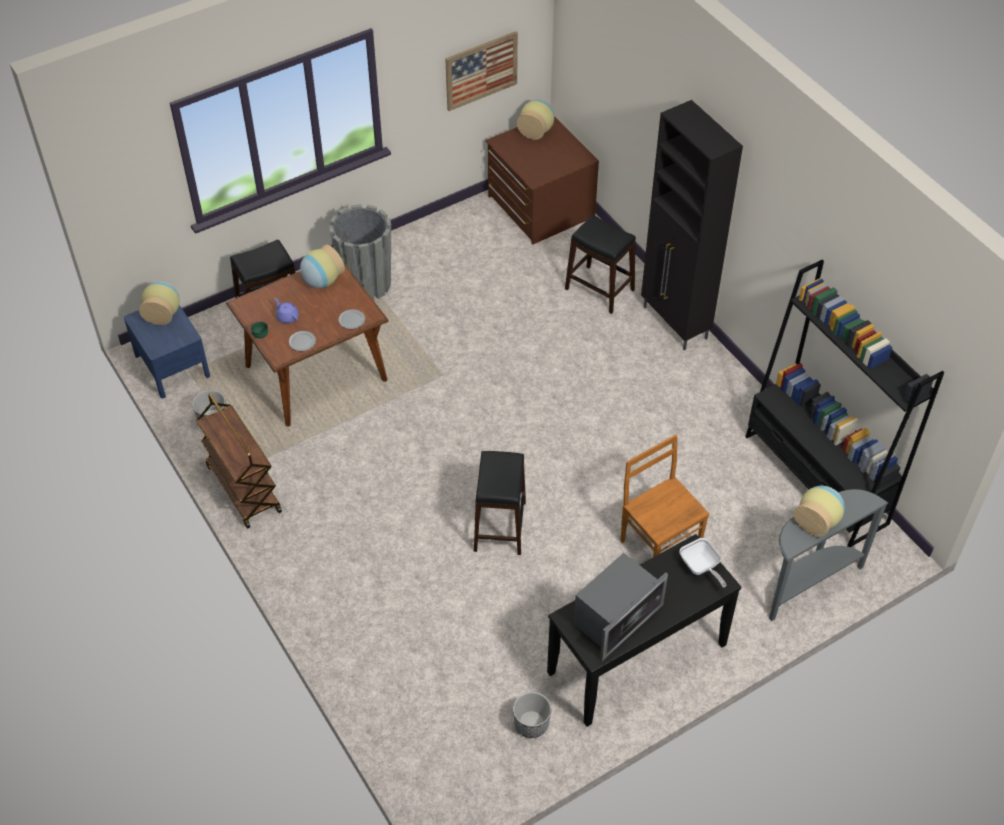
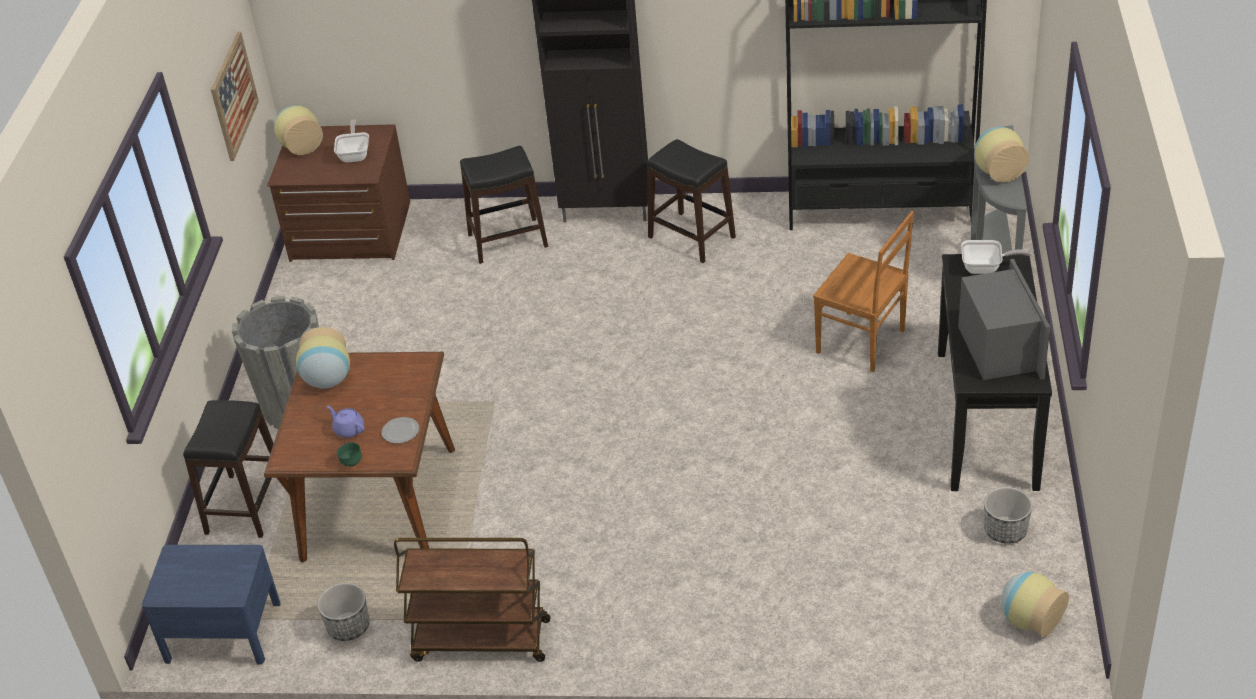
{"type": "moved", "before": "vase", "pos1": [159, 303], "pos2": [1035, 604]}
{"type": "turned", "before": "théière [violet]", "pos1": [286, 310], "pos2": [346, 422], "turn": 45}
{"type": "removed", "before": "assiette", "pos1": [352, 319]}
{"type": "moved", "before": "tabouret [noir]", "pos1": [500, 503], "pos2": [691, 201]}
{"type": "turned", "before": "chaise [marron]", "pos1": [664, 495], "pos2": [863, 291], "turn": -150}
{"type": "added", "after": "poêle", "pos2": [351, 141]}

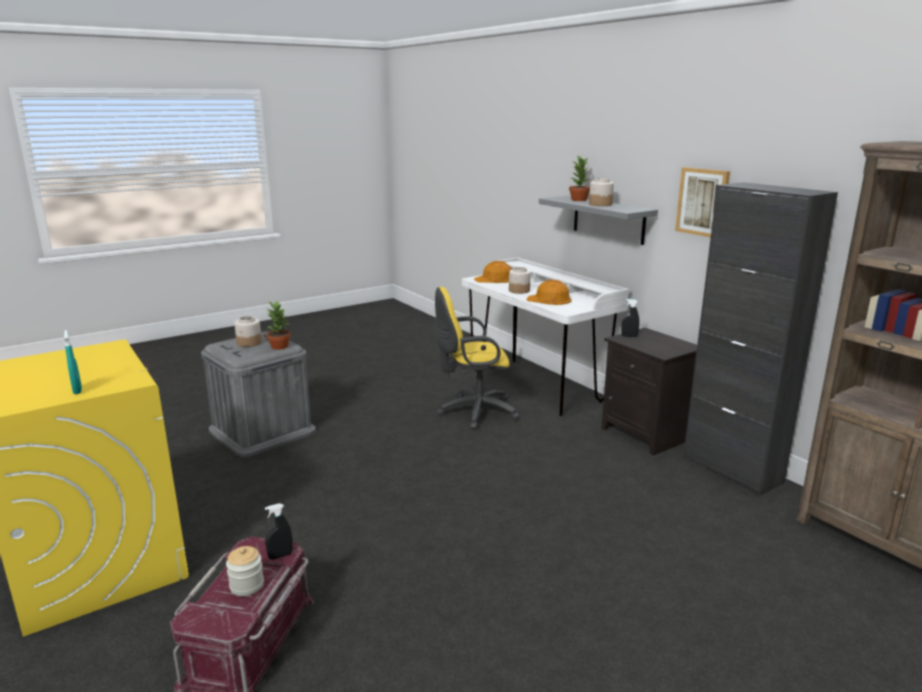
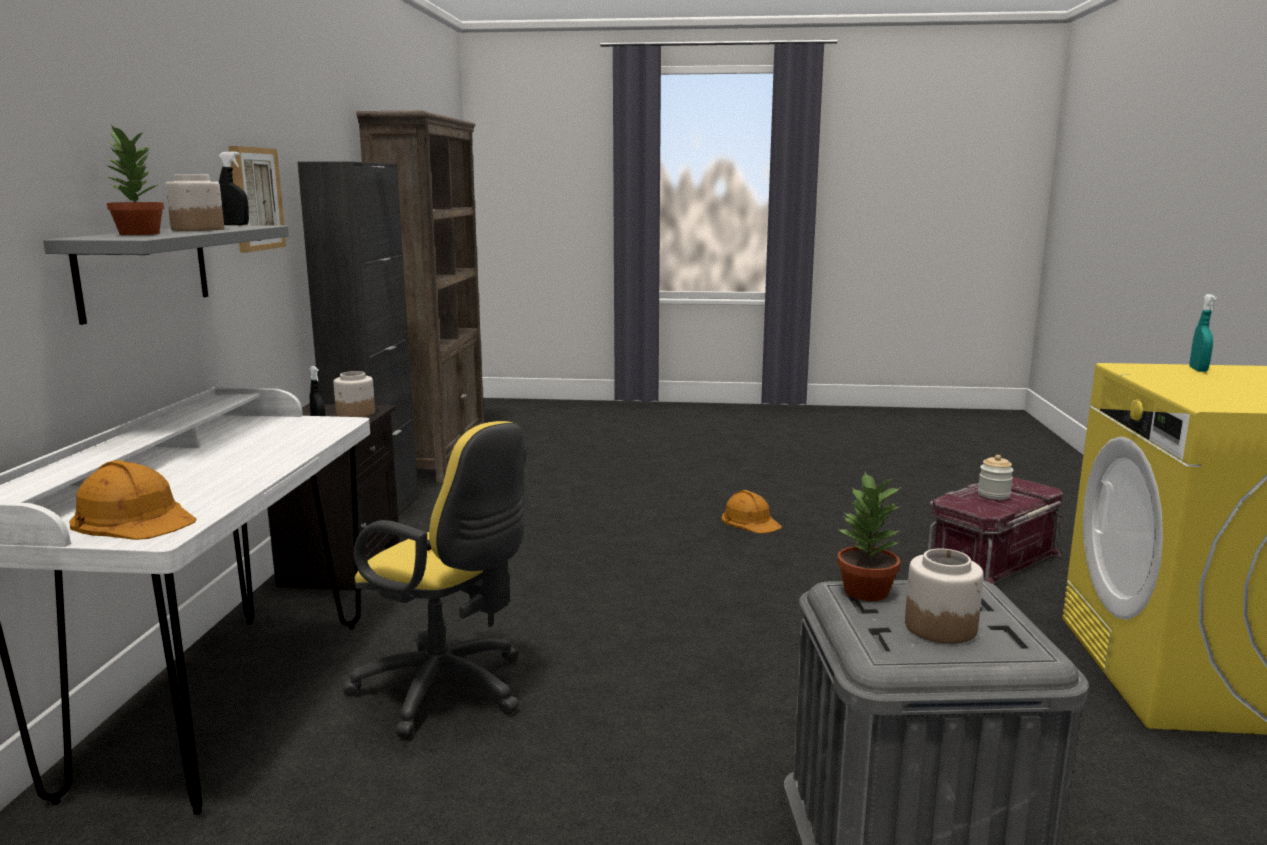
{"type": "moved", "before": "vaporisateur [noir]", "pos1": [279, 531], "pos2": [233, 188]}
{"type": "moved", "before": "bocal", "pos1": [520, 280], "pos2": [354, 394]}
{"type": "moved", "before": "casque de chantier [orange]", "pos1": [549, 292], "pos2": [751, 512]}

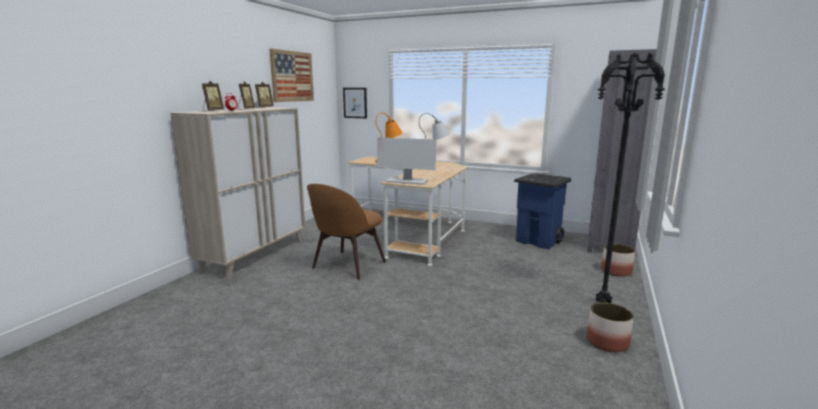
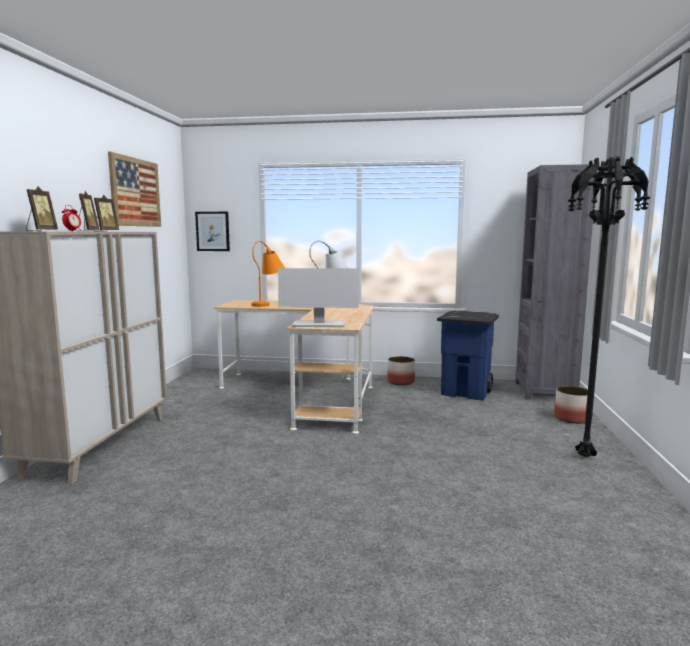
{"type": "removed", "before": "chaise [marron]", "pos1": [346, 232]}
{"type": "moved", "before": "cache-pot", "pos1": [610, 327], "pos2": [401, 370]}

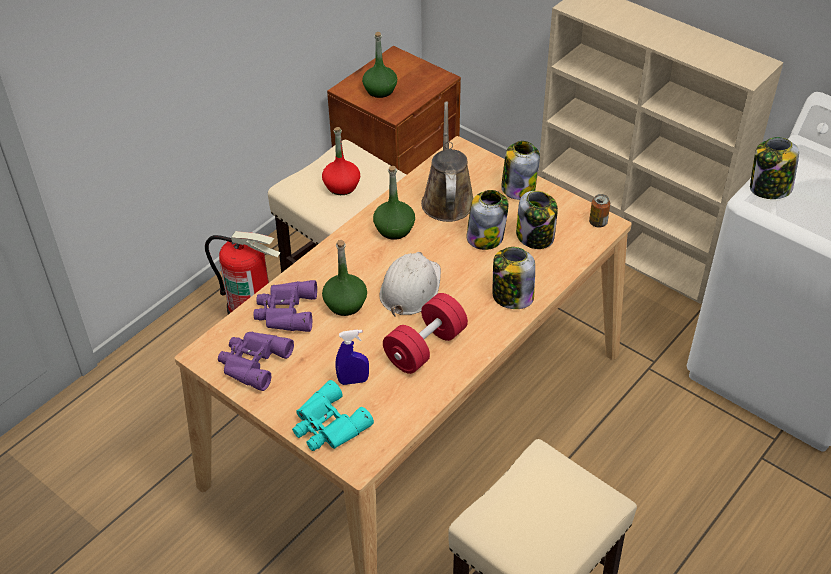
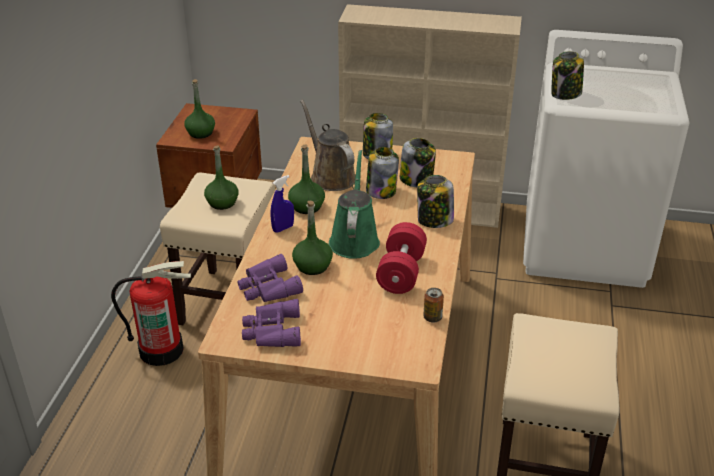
{"type": "removed", "before": "jumelles [turquoise]", "pos1": [333, 415]}
{"type": "recoloured", "before": "bouteille [rouge]", "after": "bouteille [vert]", "pos1": [341, 161], "pos2": [221, 178]}
{"type": "moved", "before": "vaporisateur [bleu]", "pos1": [352, 357], "pos2": [282, 204]}
{"type": "replaced", "before": "casque de chantier [blanc]", "after": "arrosoir [vert]", "pos1": [410, 284], "pos2": [354, 204]}
{"type": "moved", "before": "boîte métallique", "pos1": [599, 211], "pos2": [433, 305]}

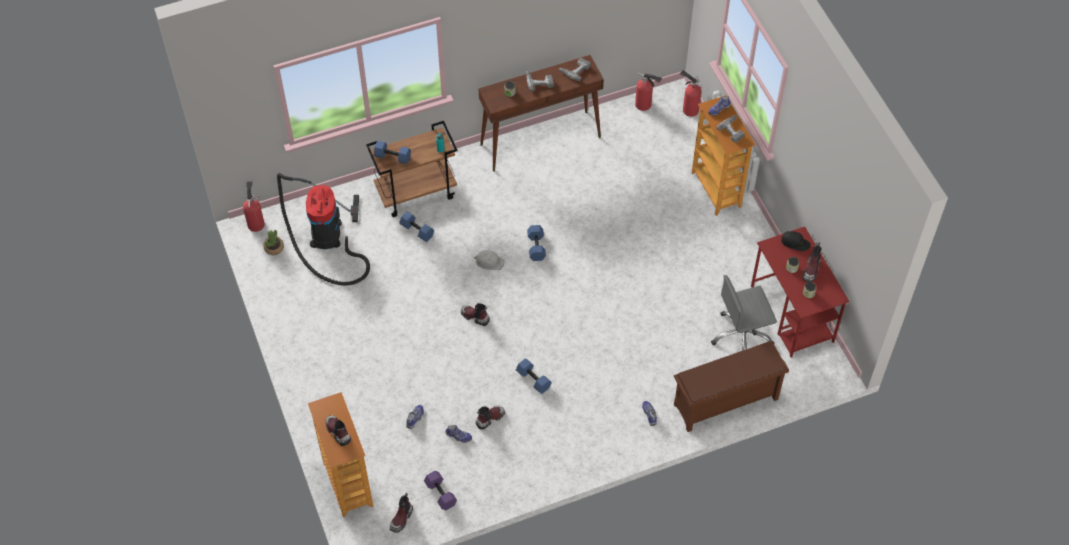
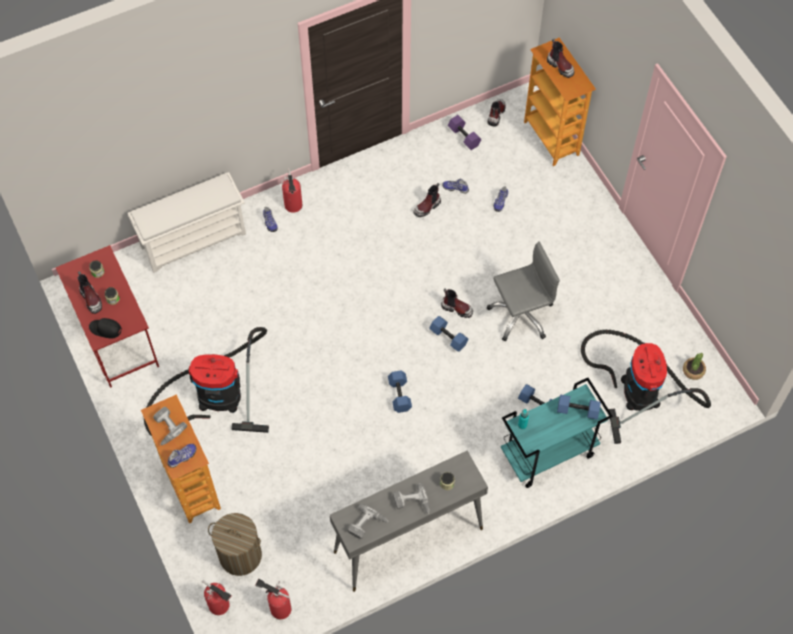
{"type": "moved", "before": "extincteur", "pos1": [254, 206], "pos2": [292, 190]}
{"type": "recoloured", "before": "chariot [marron]", "after": "chariot [turquoise]", "pos1": [411, 169], "pos2": [557, 433]}
{"type": "removed", "before": "casque de chantier [blanc]", "pos1": [489, 260]}
{"type": "recoloured", "before": "table console [marron]", "after": "table console [gris]", "pos1": [541, 113], "pos2": [409, 521]}
{"type": "moved", "before": "haltère [bleu]", "pos1": [534, 376], "pos2": [449, 334]}
{"type": "recoloured", "before": "étagère à chaussures [marron]", "after": "étagère à chaussures [blanc]", "pos1": [731, 386], "pos2": [187, 222]}
{"type": "moved", "before": "chaise de bureau [gris]", "pos1": [744, 313], "pos2": [523, 291]}
{"type": "turned", "before": "botte", "pos1": [812, 262], "pos2": [89, 292], "turn": 135}
{"type": "added", "after": "aspirateur", "pos2": [206, 381]}
{"type": "added", "after": "panier à linge", "pos2": [235, 544]}

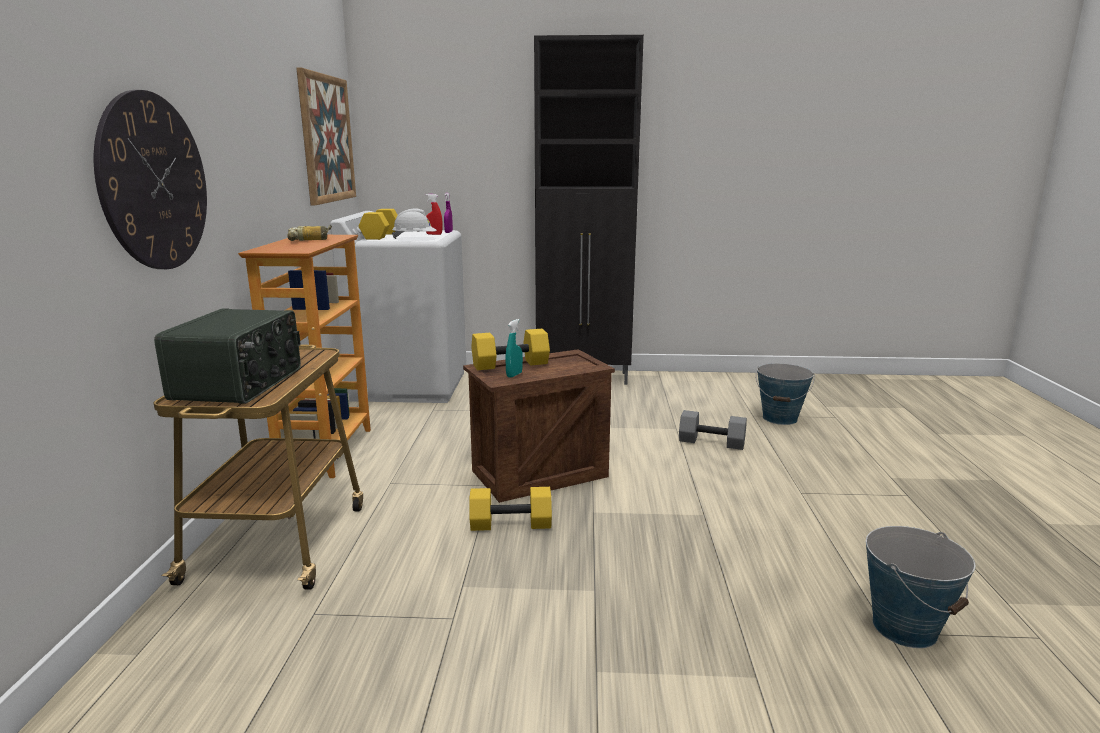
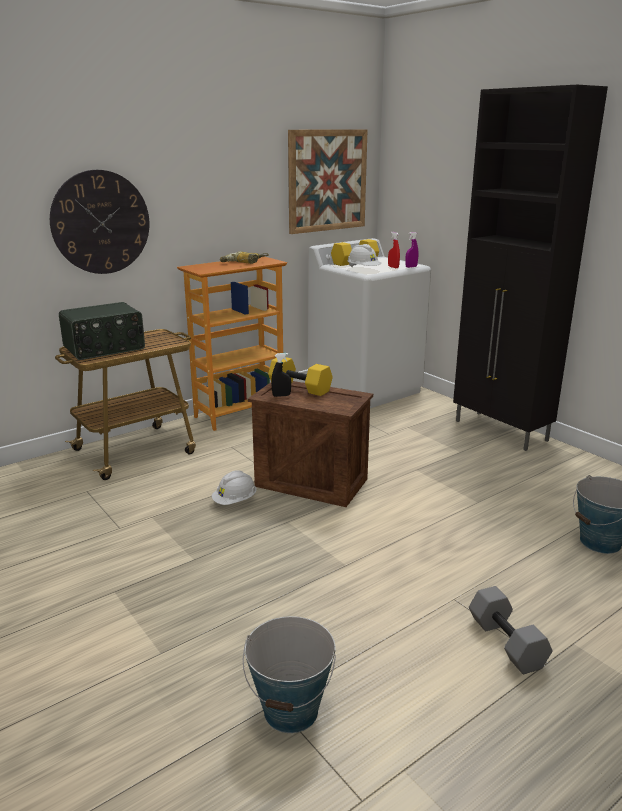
{"type": "replaced", "before": "haltère [jaune]", "after": "casque de chantier [blanc]", "pos1": [510, 509], "pos2": [234, 487]}
{"type": "recoloured", "before": "vaporisateur [turquoise]", "after": "vaporisateur [noir]", "pos1": [514, 348], "pos2": [281, 375]}
{"type": "moved", "before": "haltère [gris]", "pos1": [713, 430], "pos2": [511, 630]}

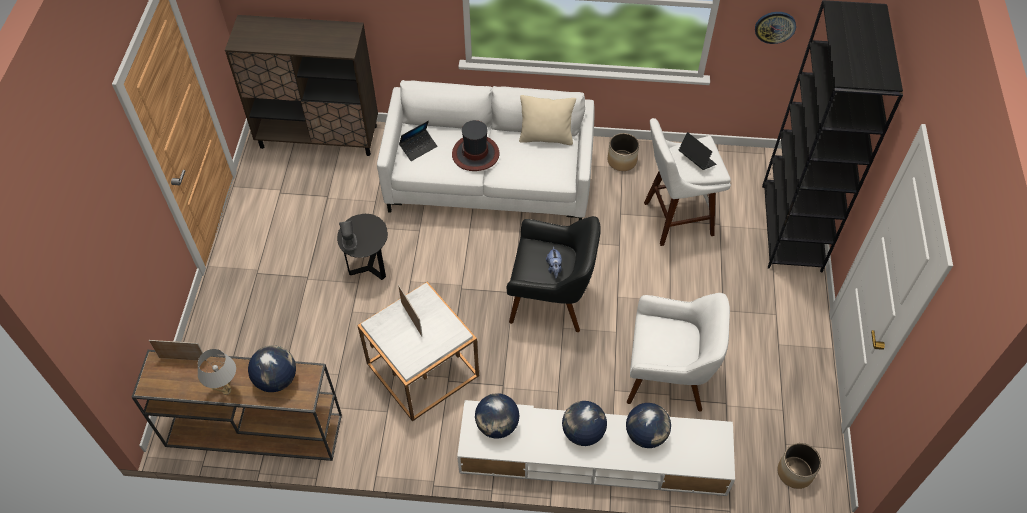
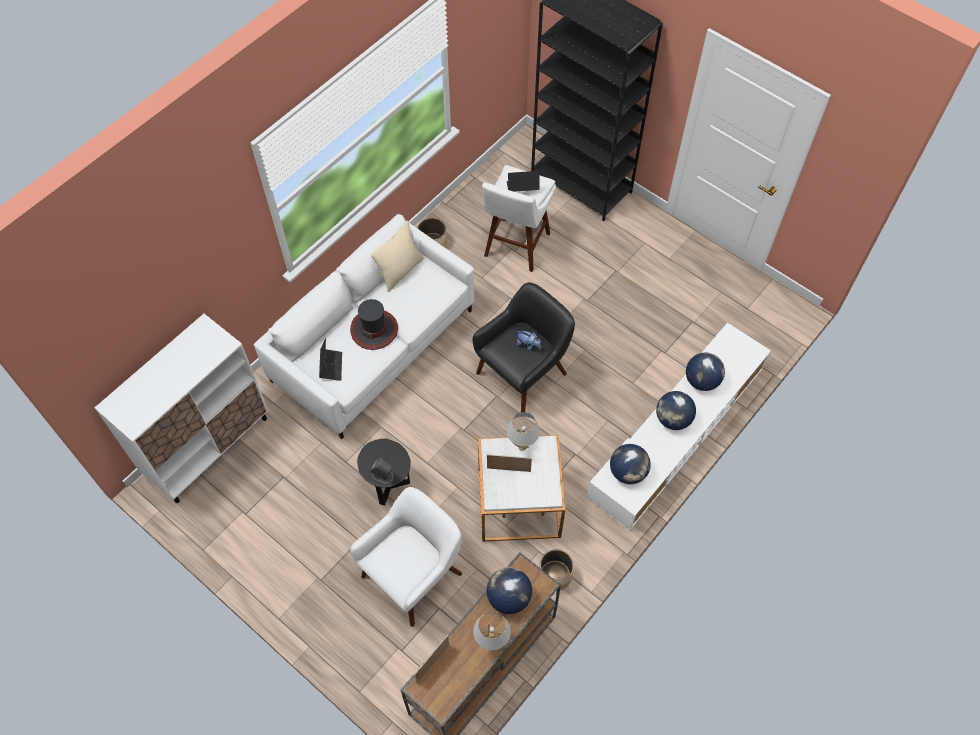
{"type": "recoloured", "before": "meuble de rangement [marron]", "after": "meuble de rangement [blanc]", "pos1": [301, 85], "pos2": [181, 408]}
{"type": "moved", "before": "fauteuil [blanc]", "pos1": [678, 352], "pos2": [406, 557]}
{"type": "removed", "before": "horloge murale", "pos1": [775, 28]}
{"type": "moved", "before": "cache-pot", "pos1": [799, 466], "pos2": [556, 569]}
{"type": "added", "after": "lampe de table [blanc]", "pos2": [523, 431]}

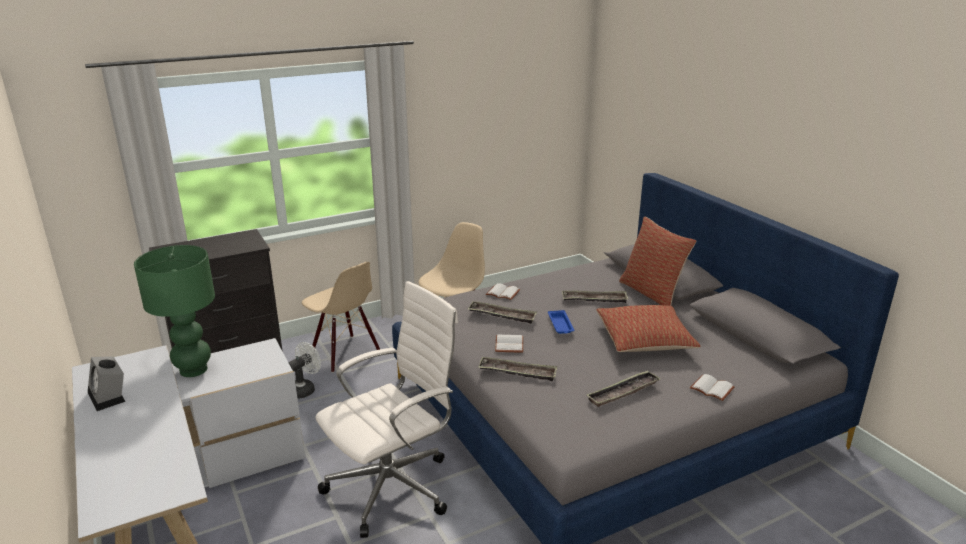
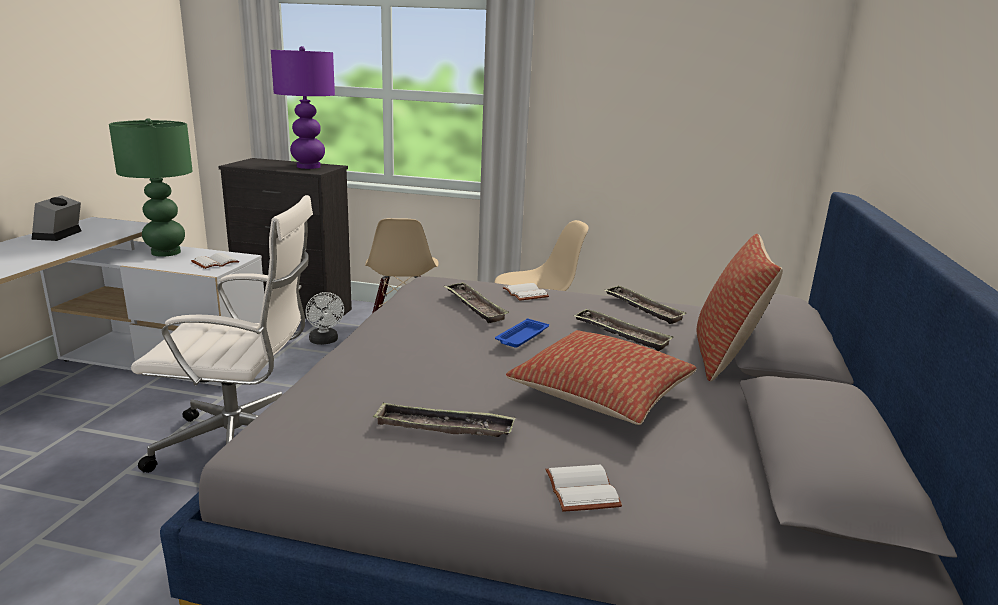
{"type": "turned", "before": "ventilateur [blanc]", "pos1": [304, 370], "pos2": [324, 318], "turn": 75}
{"type": "moved", "before": "plateau", "pos1": [517, 369], "pos2": [646, 304]}
{"type": "moved", "before": "livre [blanc]", "pos1": [509, 344], "pos2": [215, 261]}
{"type": "added", "after": "lampe de table [violet]", "pos2": [303, 107]}

